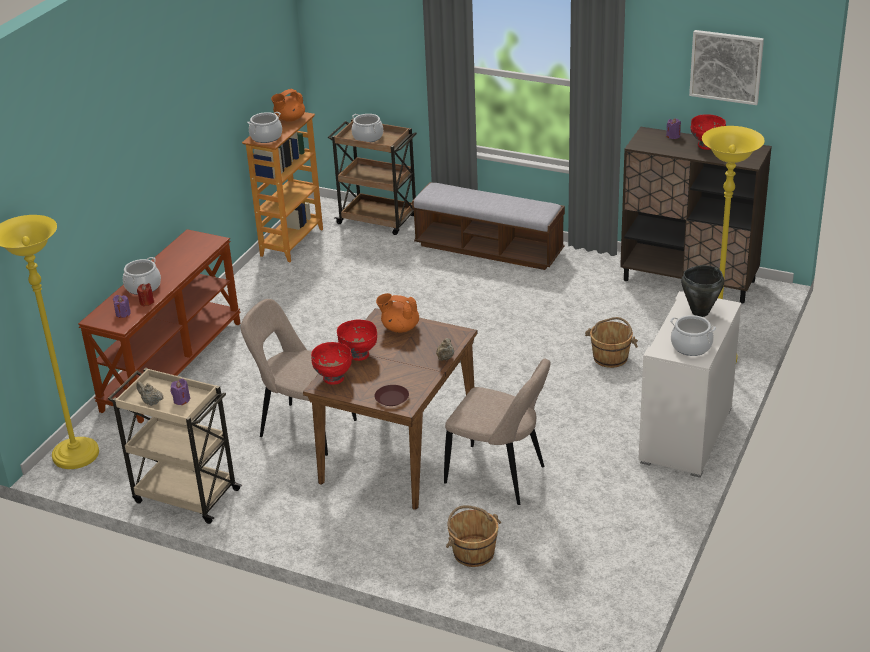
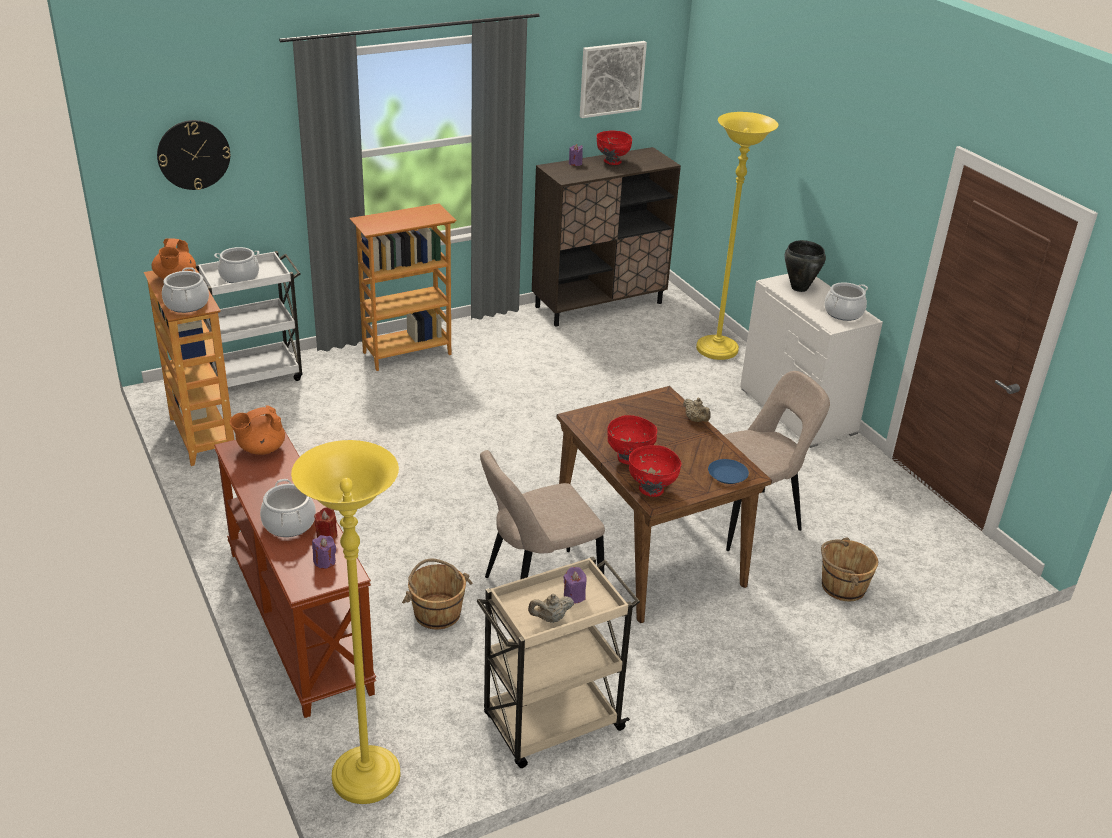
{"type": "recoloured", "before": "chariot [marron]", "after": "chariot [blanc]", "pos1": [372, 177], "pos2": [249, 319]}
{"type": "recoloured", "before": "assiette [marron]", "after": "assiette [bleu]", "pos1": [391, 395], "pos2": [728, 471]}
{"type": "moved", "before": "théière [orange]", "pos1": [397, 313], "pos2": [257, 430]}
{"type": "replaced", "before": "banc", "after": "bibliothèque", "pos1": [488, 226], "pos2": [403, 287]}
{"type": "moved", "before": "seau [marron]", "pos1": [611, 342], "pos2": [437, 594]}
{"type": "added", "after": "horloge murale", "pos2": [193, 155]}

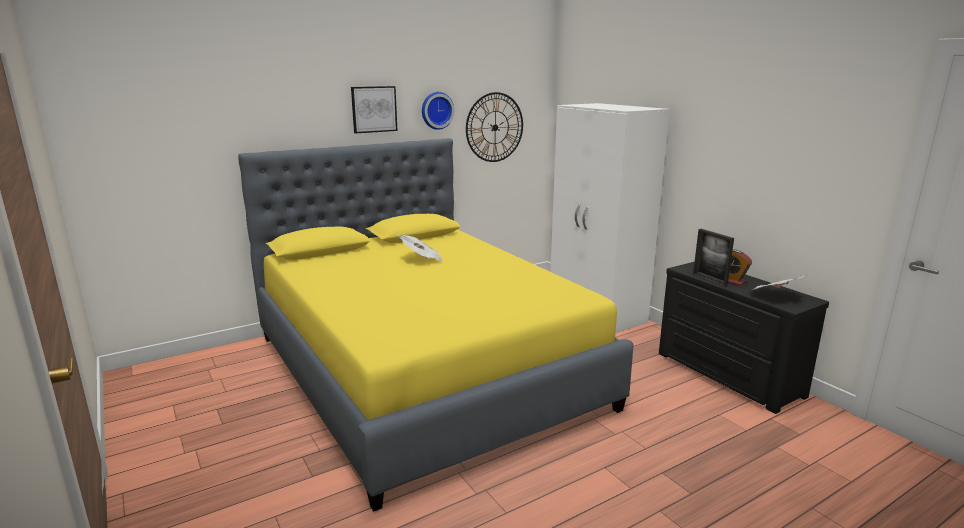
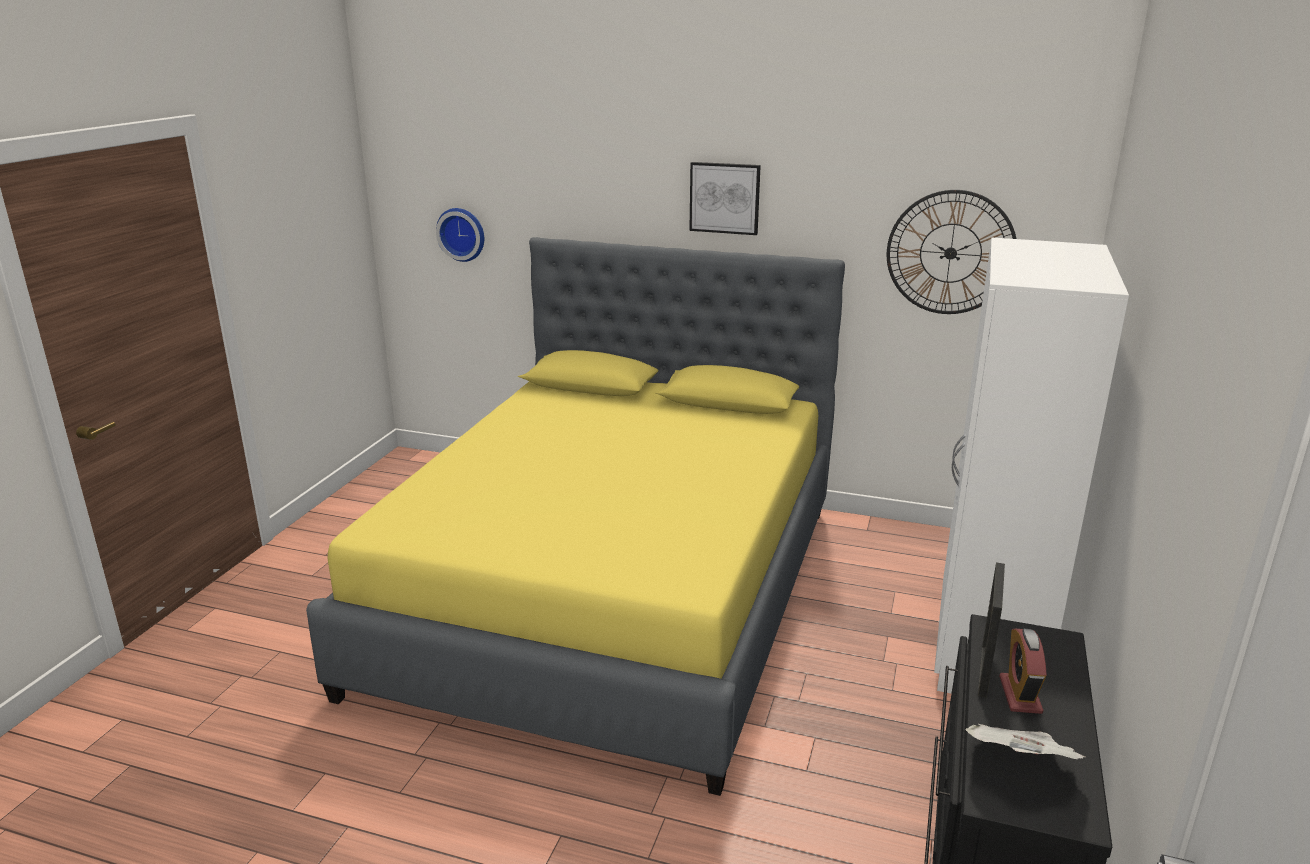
{"type": "removed", "before": "journal", "pos1": [420, 247]}
{"type": "moved", "before": "horloge murale", "pos1": [438, 111], "pos2": [460, 235]}

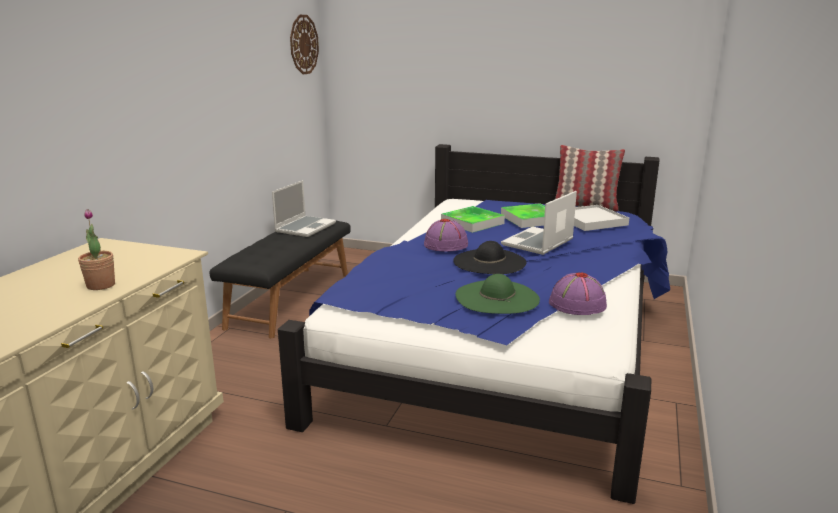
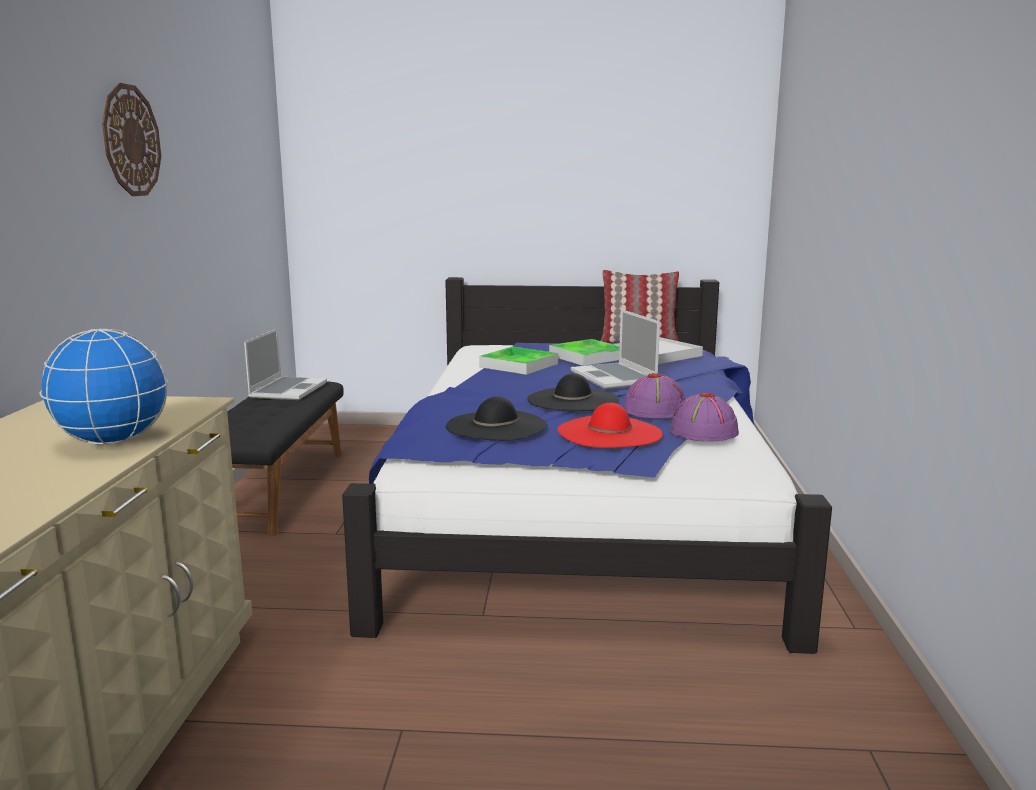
{"type": "replaced", "before": "plante en pot", "after": "globe", "pos1": [96, 249], "pos2": [103, 386]}
{"type": "moved", "before": "horloge murale", "pos1": [304, 45], "pos2": [131, 139]}
{"type": "moved", "before": "chapeau [violet]", "pos1": [446, 235], "pos2": [654, 395]}
{"type": "recoloured", "before": "chapeau [vert]", "after": "chapeau [rouge]", "pos1": [498, 294], "pos2": [610, 425]}
{"type": "turned", "before": "ordinateur portable", "pos1": [539, 223], "pos2": [615, 349], "turn": -45}
{"type": "added", "after": "chapeau [noir]", "pos2": [496, 418]}

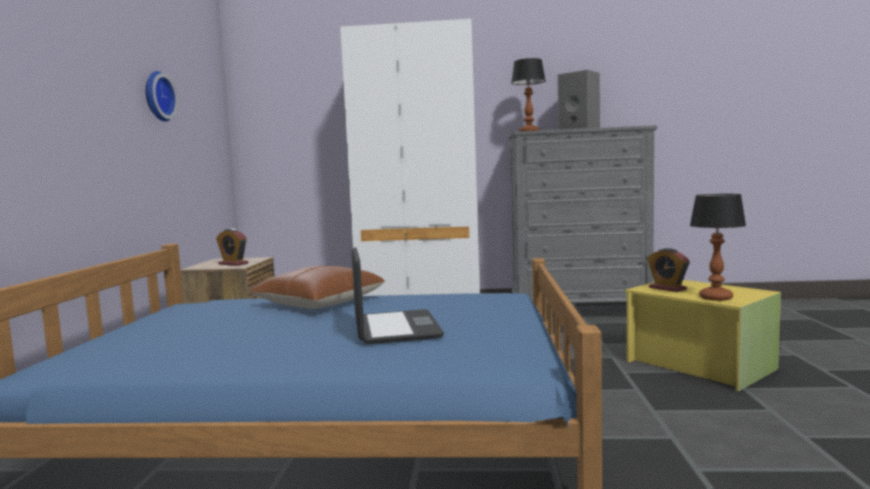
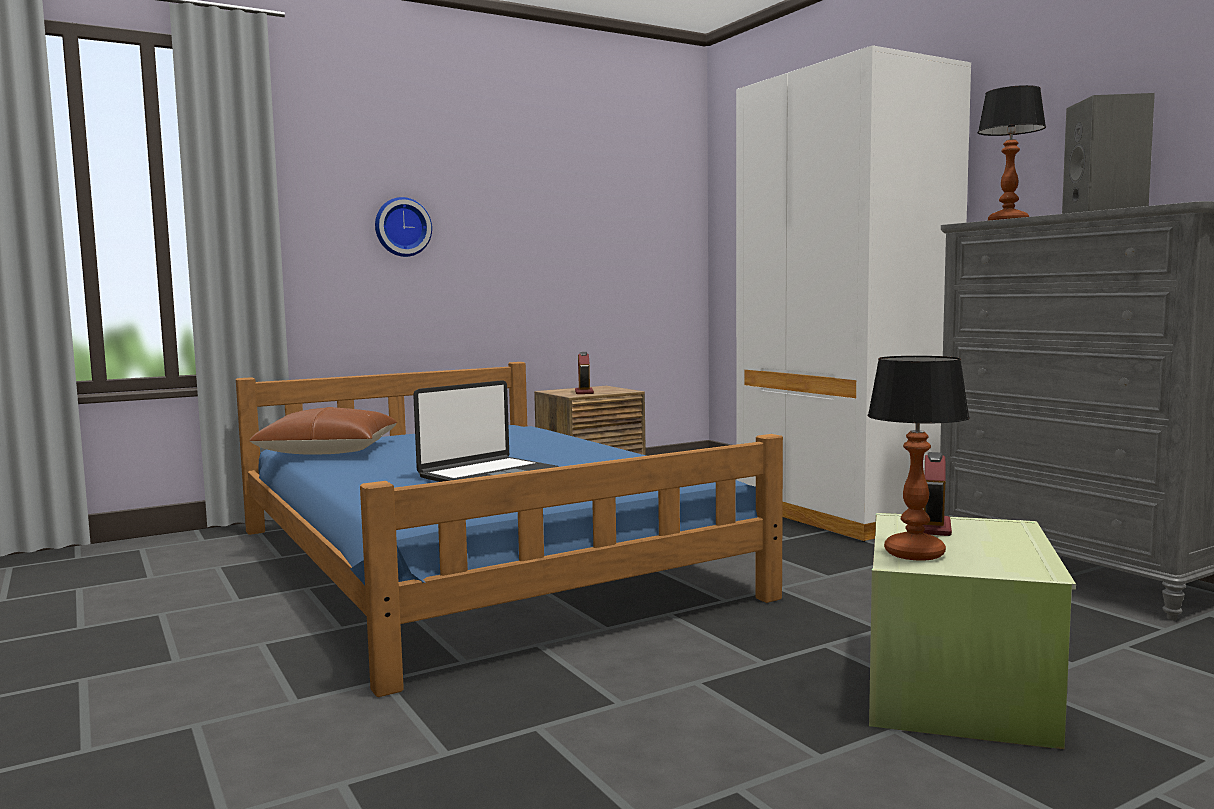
{"type": "moved", "before": "horloge murale", "pos1": [161, 96], "pos2": [403, 227]}
{"type": "moved", "before": "coussin [marron]", "pos1": [316, 287], "pos2": [323, 431]}
{"type": "recoloured", "before": "boîte de rangement [jaune]", "after": "boîte de rangement [vert]", "pos1": [703, 336], "pos2": [972, 631]}

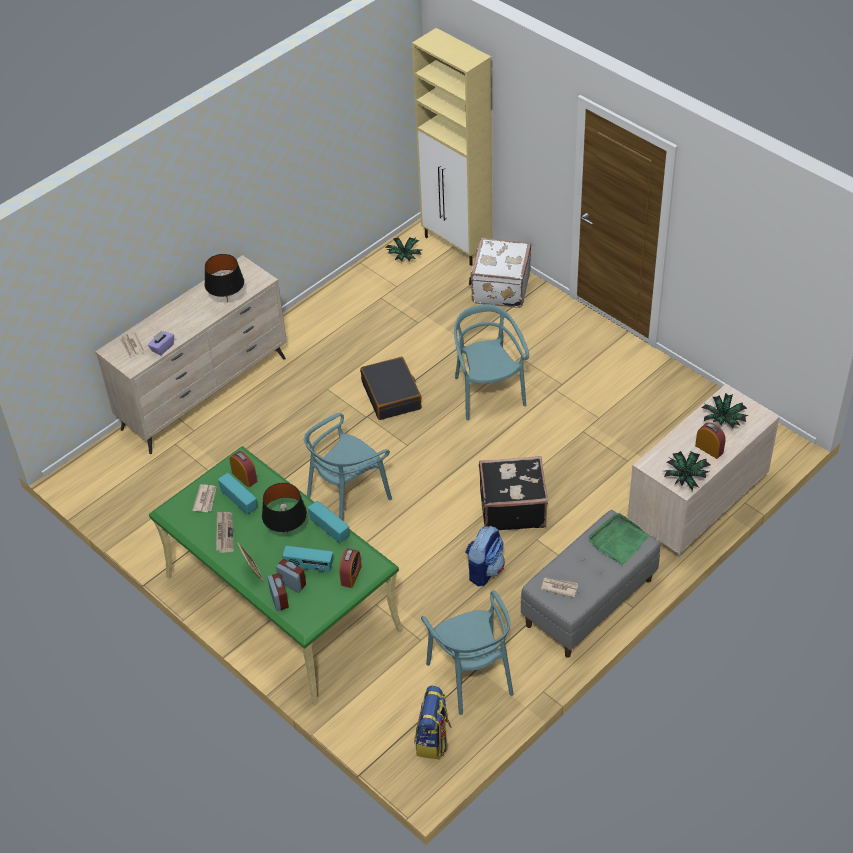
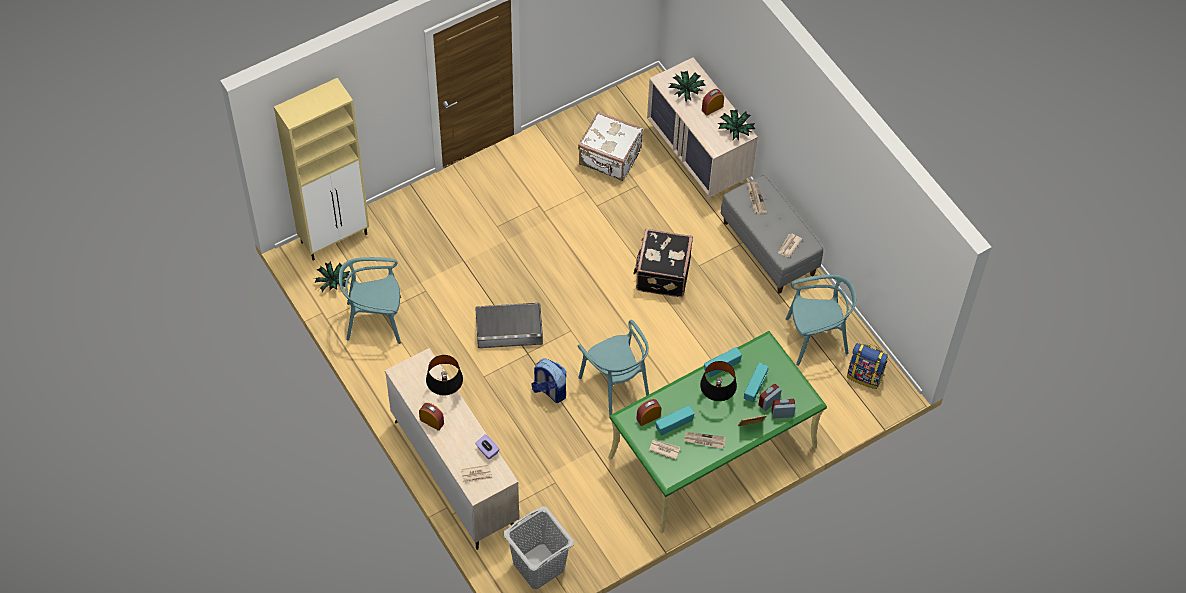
{"type": "moved", "before": "réveil", "pos1": [350, 568], "pos2": [431, 417]}
{"type": "replaced", "before": "valise [noir]", "after": "boîte de rangement [gris]", "pos1": [391, 388], "pos2": [509, 325]}
{"type": "moved", "before": "chaise [turquoise]", "pos1": [491, 362], "pos2": [370, 300]}
{"type": "moved", "before": "sac à dos", "pos1": [485, 556], "pos2": [549, 380]}
{"type": "moved", "before": "valise [blanc]", "pos1": [500, 273], "pos2": [610, 146]}
{"type": "replaced", "before": "plateau [vert]", "after": "journal", "pos1": [618, 539], "pos2": [757, 198]}
{"type": "added", "after": "panier à linge [gris]", "pos2": [538, 547]}

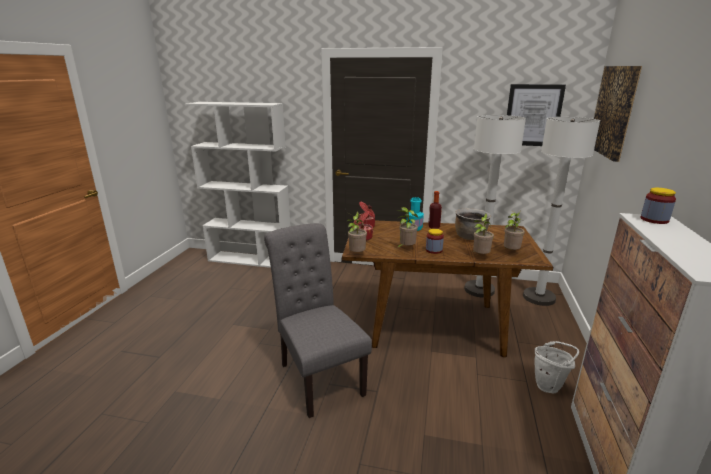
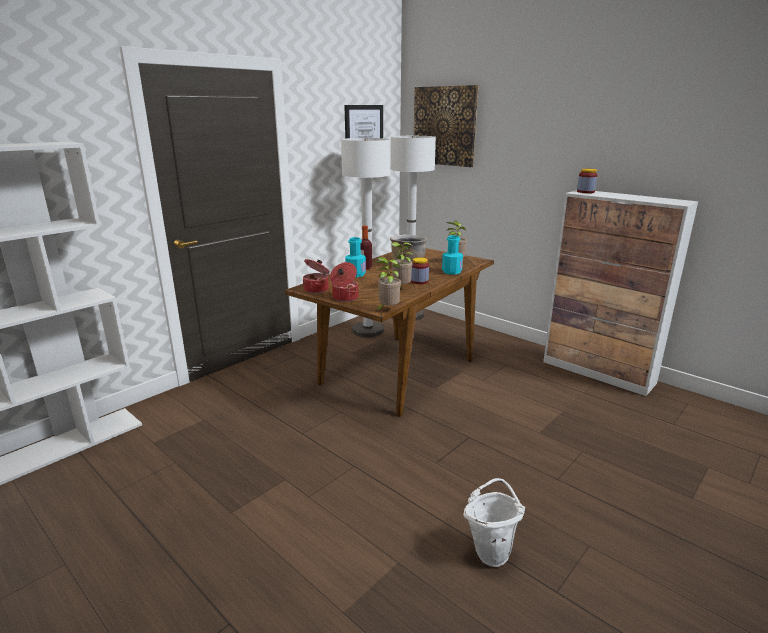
{"type": "removed", "before": "chaise [gris]", "pos1": [318, 320]}
{"type": "replaced", "before": "plante en pot", "after": "bouteille [turquoise]", "pos1": [483, 233], "pos2": [452, 255]}
{"type": "moved", "before": "seau [blanc]", "pos1": [557, 367], "pos2": [494, 522]}

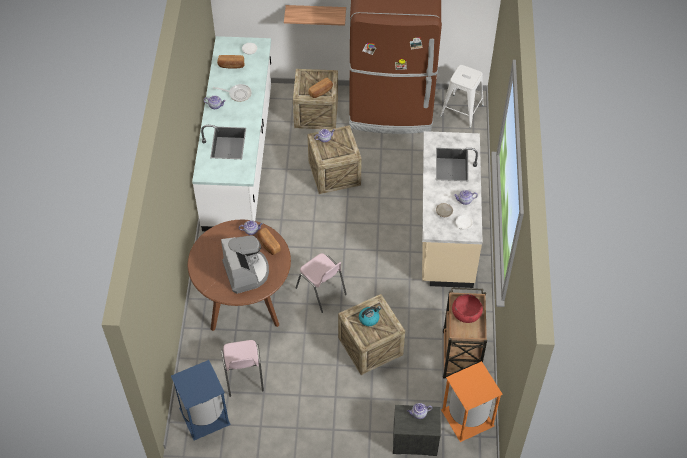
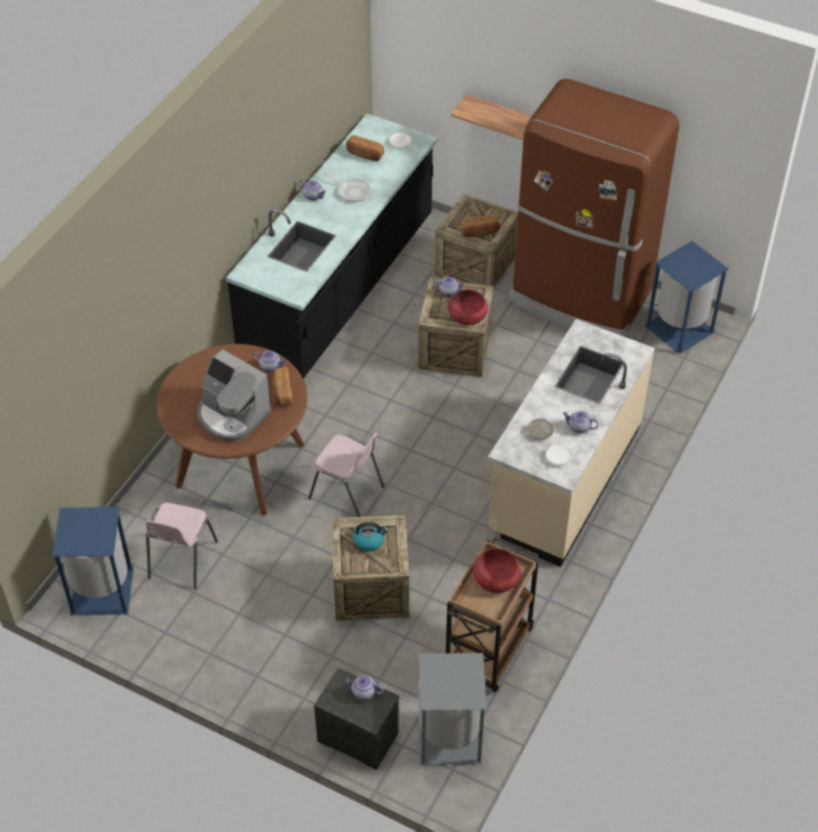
{"type": "recoloured", "before": "comptoir de cuisine [blanc]", "after": "comptoir de cuisine [noir]", "pos1": [231, 133], "pos2": [332, 246]}
{"type": "turned", "before": "machine à café", "pos1": [245, 264], "pos2": [234, 395], "turn": 120}
{"type": "turned", "before": "chaise [rose]", "pos1": [321, 283], "pos2": [346, 475], "turn": -45}
{"type": "replaced", "before": "tabouret [blanc]", "after": "poubelle [bleu]", "pos1": [462, 96], "pos2": [686, 297]}
{"type": "recoloured", "before": "poubelle [orange]", "after": "poubelle [gris]", "pos1": [472, 401], "pos2": [453, 709]}
{"type": "added", "after": "bol [rouge]", "pos2": [468, 307]}

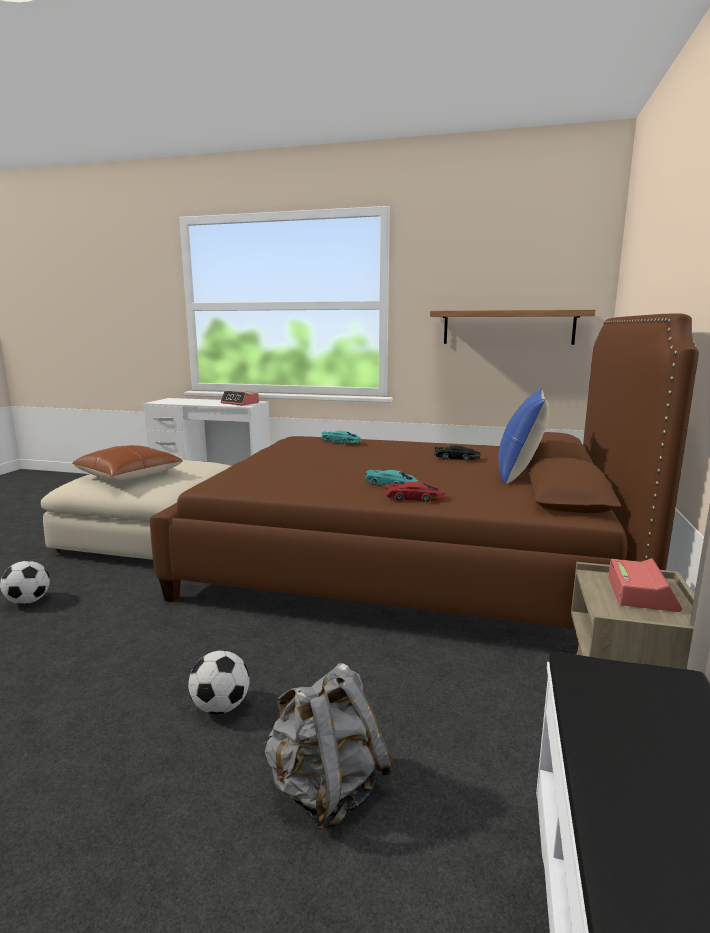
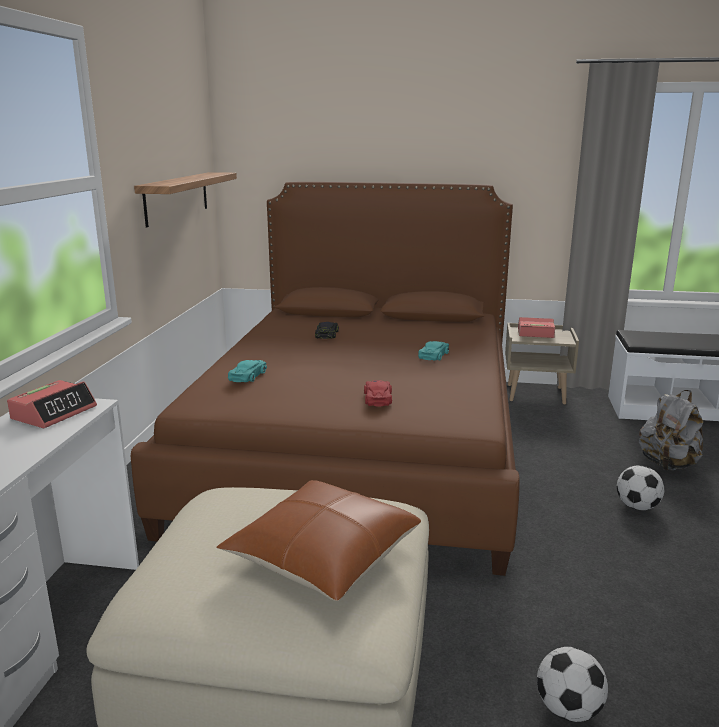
{"type": "moved", "before": "petite voiture [rouge]", "pos1": [415, 492], "pos2": [378, 393]}
{"type": "removed", "before": "coussin [bleu]", "pos1": [524, 436]}

